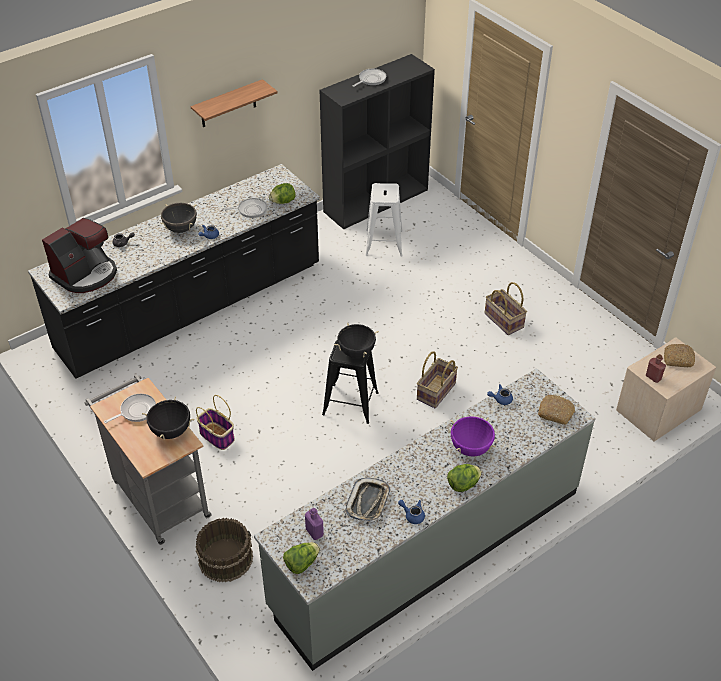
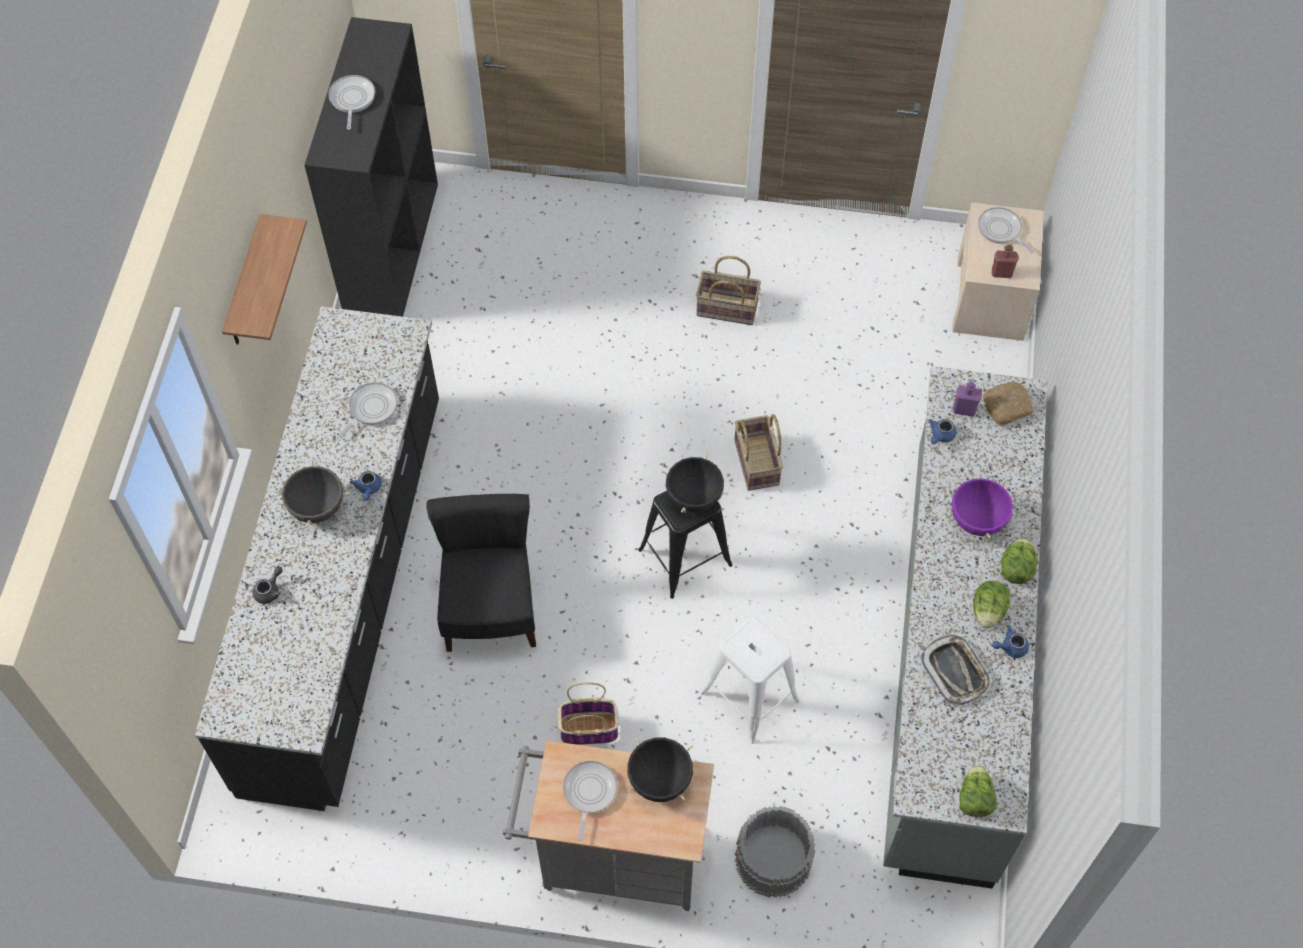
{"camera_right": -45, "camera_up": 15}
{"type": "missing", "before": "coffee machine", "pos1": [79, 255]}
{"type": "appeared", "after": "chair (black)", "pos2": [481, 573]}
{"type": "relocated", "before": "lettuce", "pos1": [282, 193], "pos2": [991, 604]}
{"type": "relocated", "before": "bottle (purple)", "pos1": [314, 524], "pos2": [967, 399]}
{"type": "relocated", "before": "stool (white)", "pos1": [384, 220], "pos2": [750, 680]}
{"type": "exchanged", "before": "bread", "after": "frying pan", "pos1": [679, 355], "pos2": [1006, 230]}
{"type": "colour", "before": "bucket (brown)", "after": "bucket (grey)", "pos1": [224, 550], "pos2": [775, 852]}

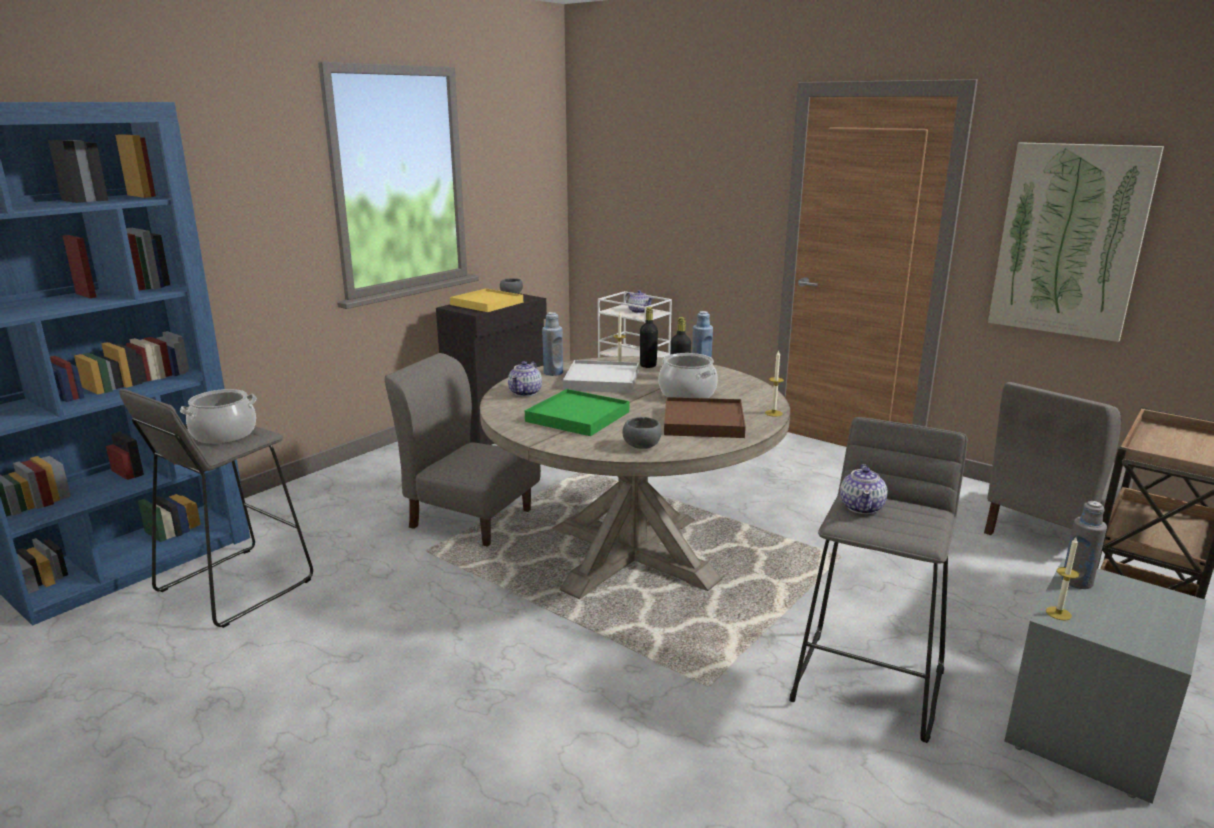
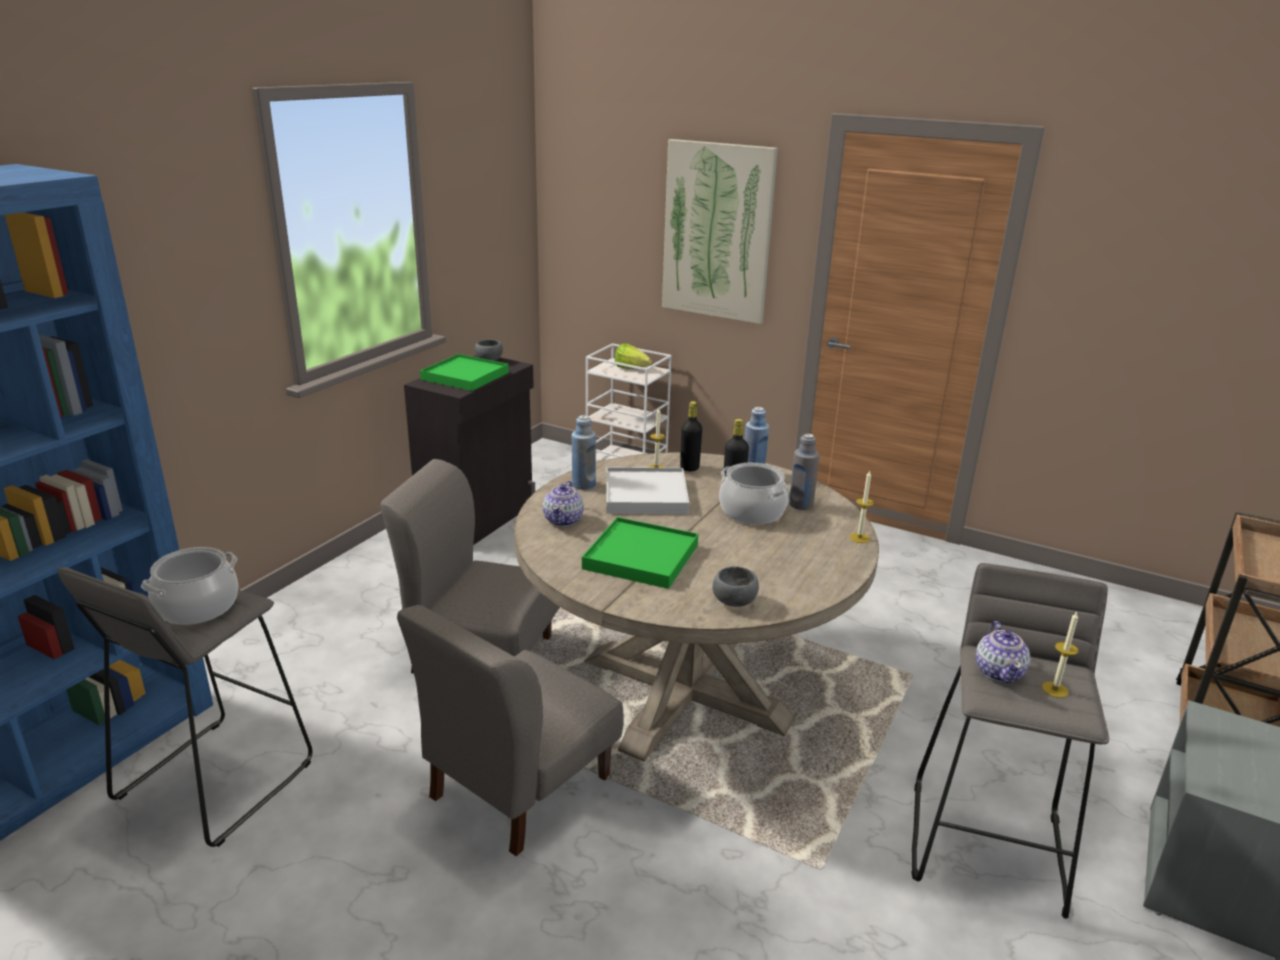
{"camera_right": -10, "camera_up": 5}
{"type": "missing", "before": "tray (brown)", "pos1": [705, 417]}
{"type": "relocated", "before": "chair (grey)", "pos1": [1059, 458], "pos2": [510, 730]}
{"type": "relocated", "before": "picture", "pos1": [1076, 242], "pos2": [720, 231]}
{"type": "relocated", "before": "candle", "pos1": [1062, 578], "pos2": [1060, 655]}
{"type": "relocated", "before": "bottle (grey)", "pos1": [1084, 545], "pos2": [804, 472]}
{"type": "exchanged", "before": "teapot", "after": "lettuce", "pos1": [639, 301], "pos2": [633, 356]}
{"type": "colour", "before": "tray (yellow)", "after": "tray (green)", "pos1": [486, 300], "pos2": [464, 372]}

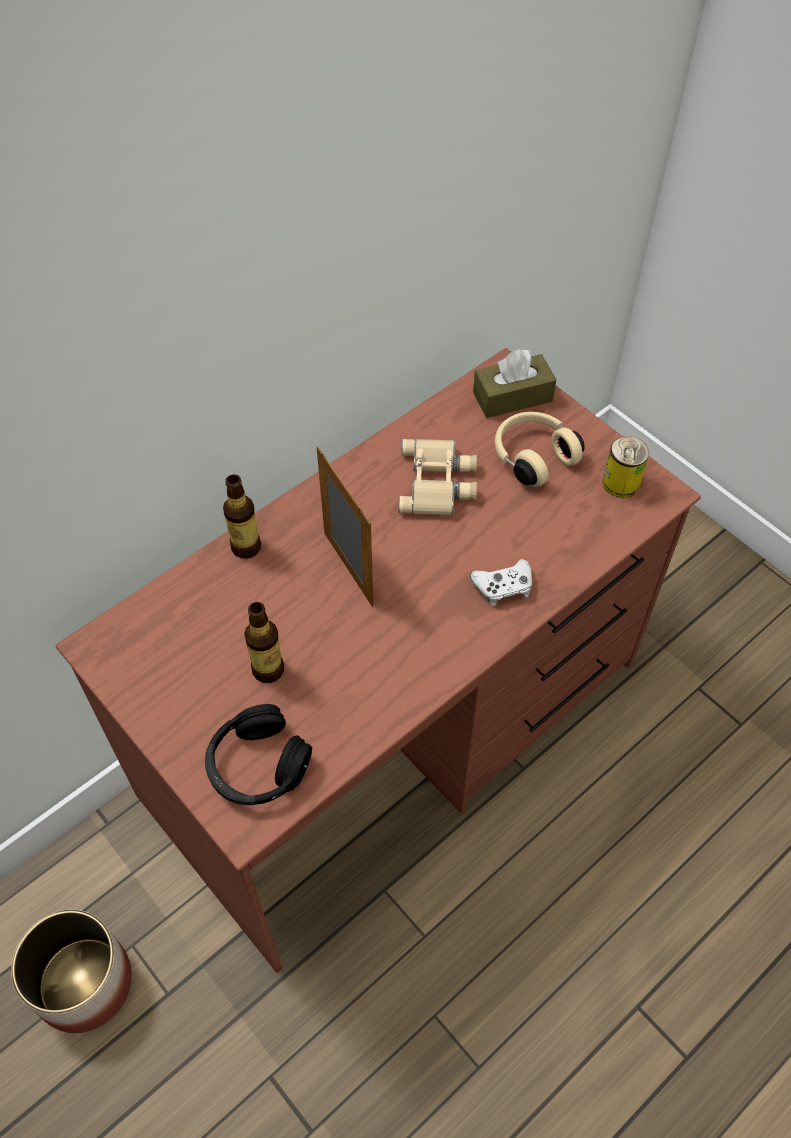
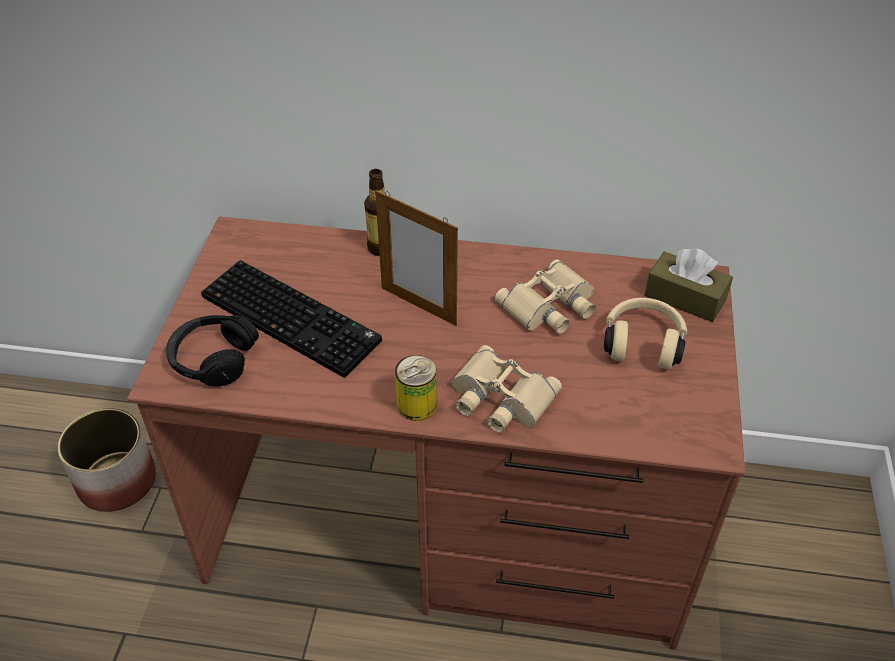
{"camera_right": 50, "camera_up": -10}
{"type": "relocated", "before": "can", "pos1": [625, 467], "pos2": [416, 388]}
{"type": "exchanged", "before": "bottle", "after": "keyboard", "pos1": [264, 642], "pos2": [291, 319]}
{"type": "exchanged", "before": "game controller (white)", "after": "binoculars (beige)", "pos1": [501, 582], "pos2": [506, 389]}
{"type": "spun", "before": "picture frame", "pos1": [345, 526], "pos2": [416, 258], "turn": 105}

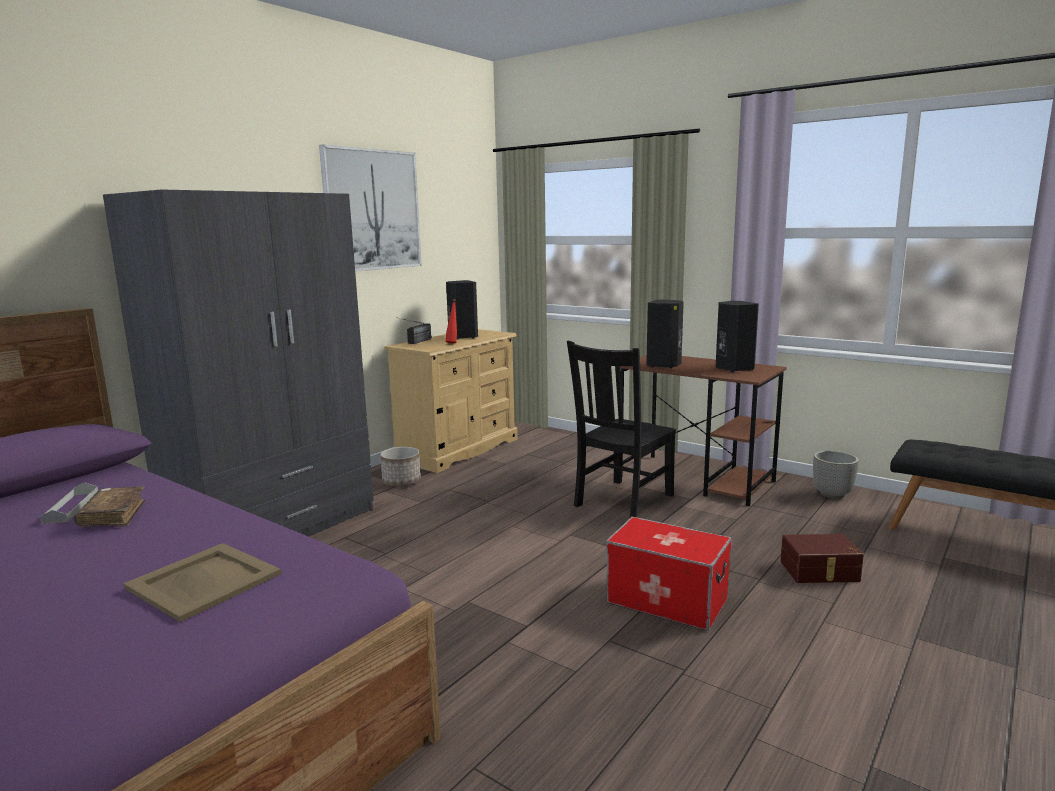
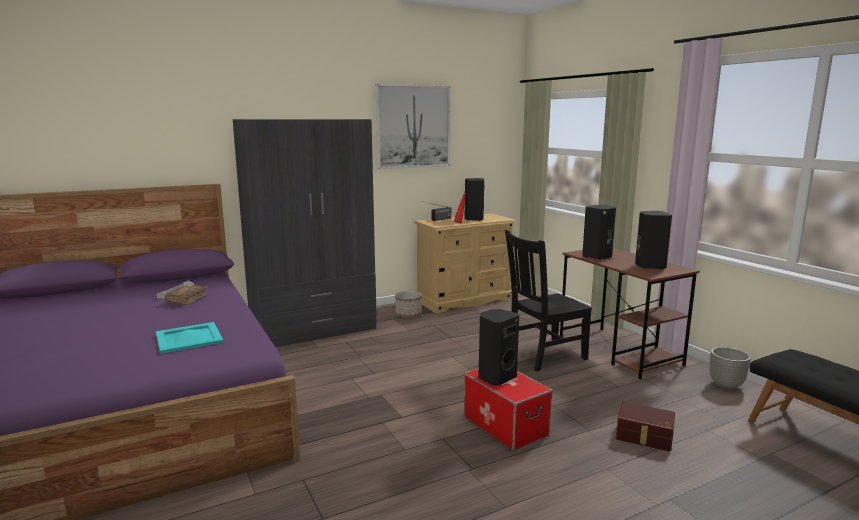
{"camera_right": 25, "camera_up": 0}
{"type": "appeared", "after": "speaker (black)", "pos2": [498, 347]}
{"type": "colour", "before": "tray (beige)", "after": "tray (turquoise)", "pos1": [202, 582], "pos2": [189, 338]}

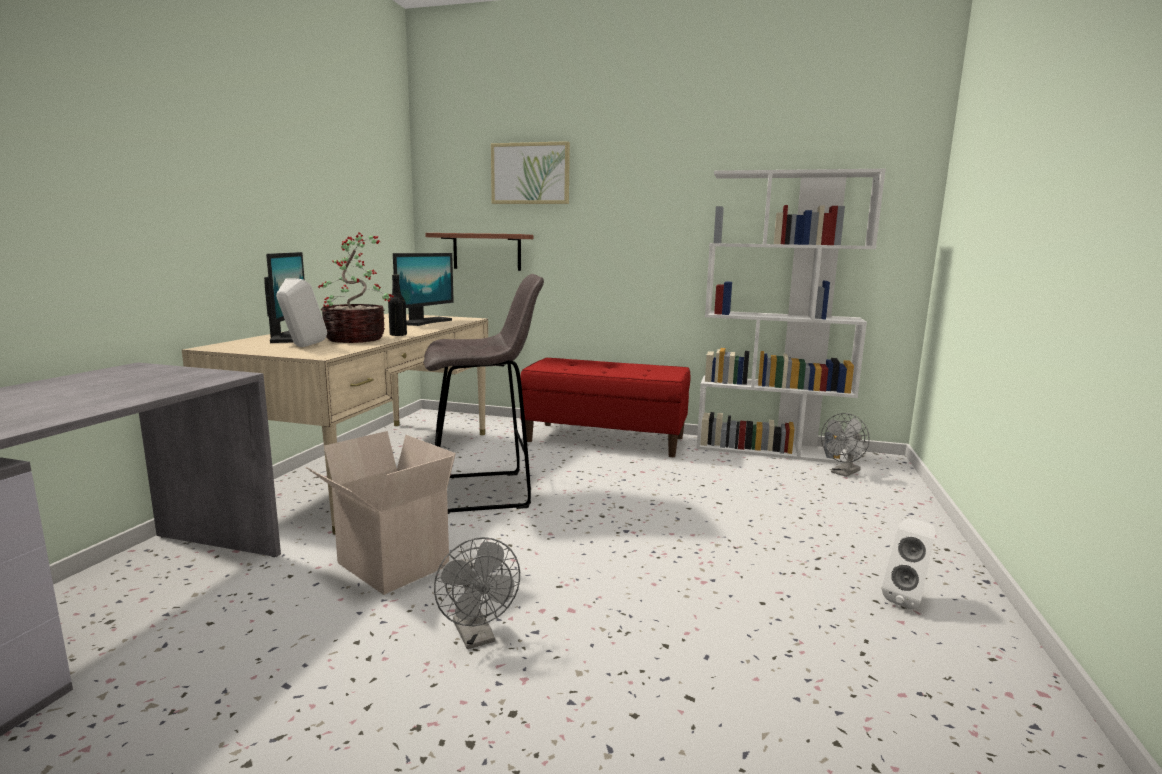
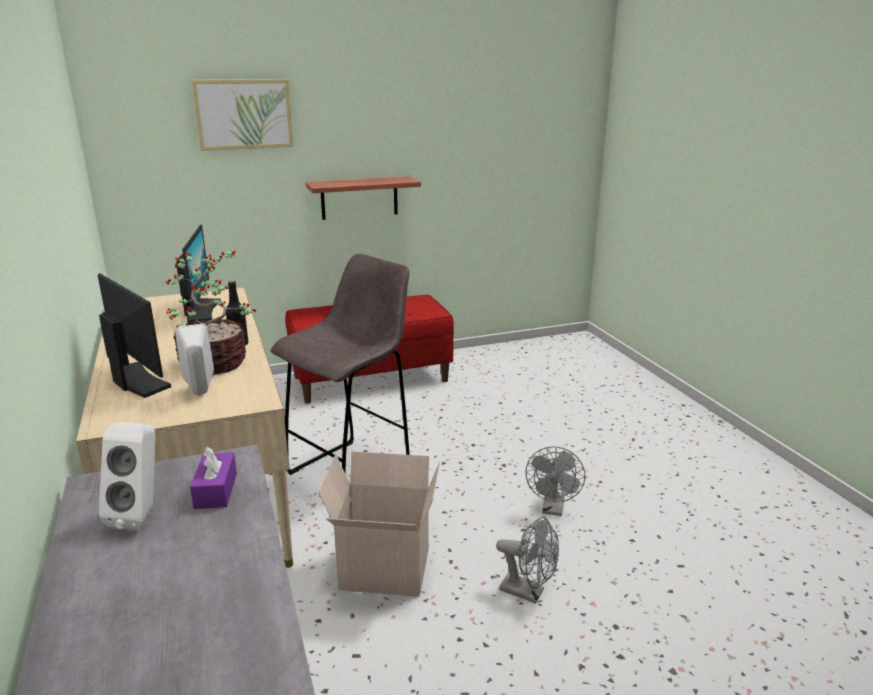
{"camera_right": -35, "camera_up": 10}
{"type": "missing", "before": "bookcase (white)", "pos1": [791, 316]}
{"type": "appeared", "after": "tissue box (purple)", "pos2": [213, 478]}
{"type": "relocated", "before": "shelf", "pos1": [479, 252], "pos2": [363, 198]}
{"type": "relocated", "before": "fan (grey)", "pos1": [845, 445], "pos2": [555, 481]}
{"type": "relocated", "before": "speaker (white)", "pos1": [908, 564], "pos2": [127, 476]}

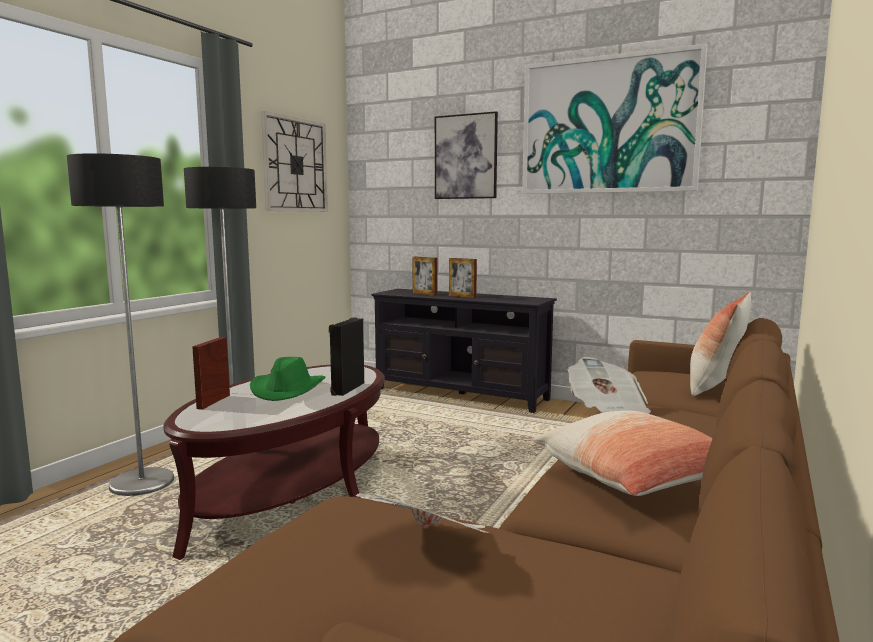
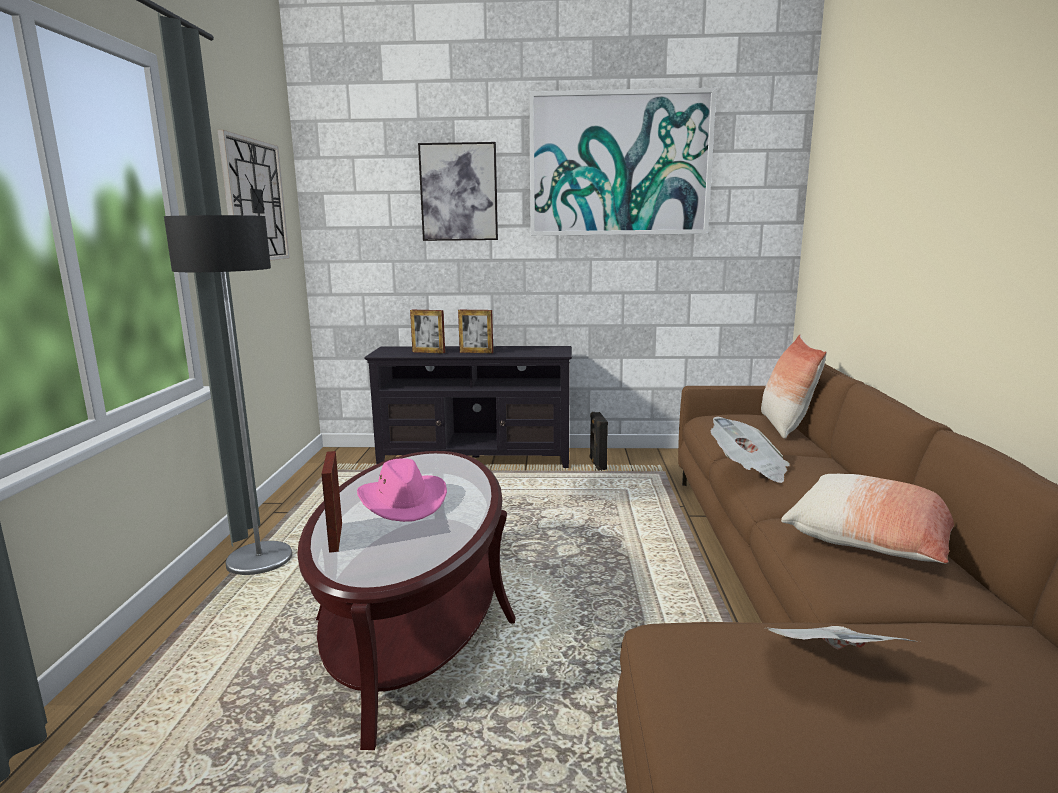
{"camera_right": -25, "camera_up": 5}
{"type": "missing", "before": "floor lamp", "pos1": [120, 324]}
{"type": "relocated", "before": "speaker (black)", "pos1": [346, 356], "pos2": [599, 441]}
{"type": "colour", "before": "hat (green)", "after": "hat (pink)", "pos1": [288, 379], "pos2": [402, 490]}

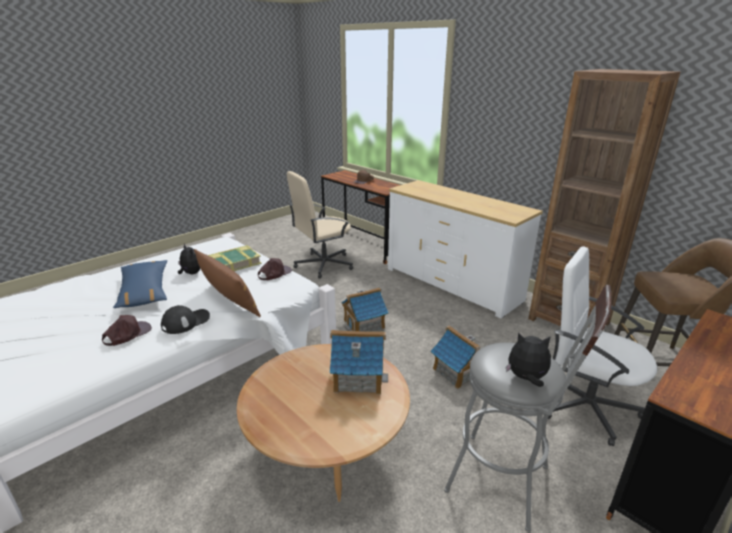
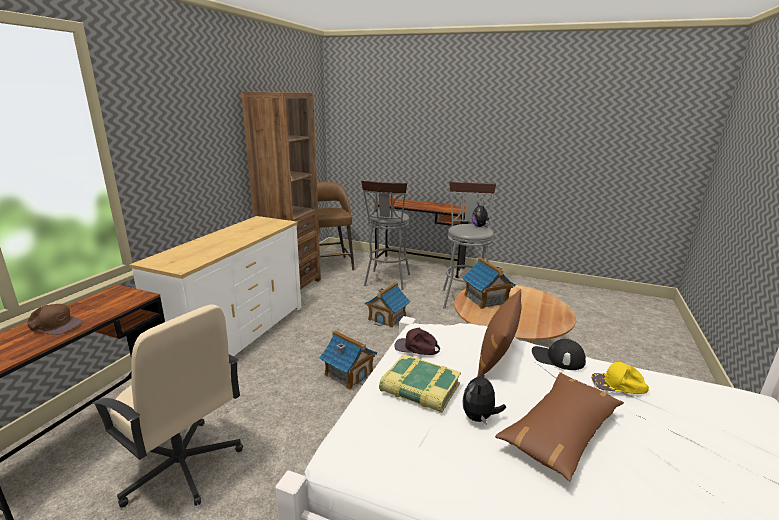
{"camera_right": -115, "camera_up": -5}
{"type": "exchanged", "before": "office chair (white)", "after": "stool (grey)", "pos1": [602, 346], "pos2": [385, 235]}
{"type": "colour", "before": "cap (brown)", "after": "cap (yellow)", "pos1": [127, 330], "pos2": [620, 378]}
{"type": "colour", "before": "pillow (blue)", "after": "pillow (brown)", "pos1": [140, 284], "pos2": [559, 426]}

